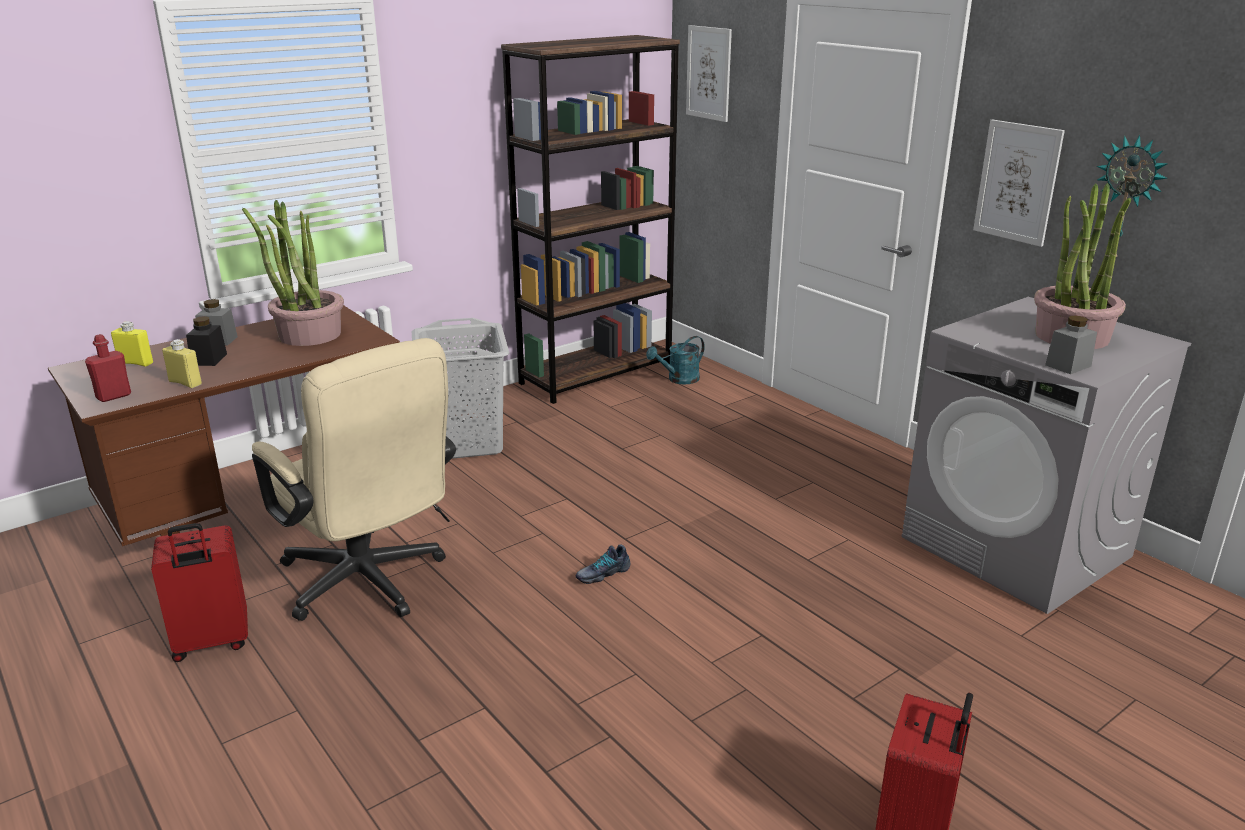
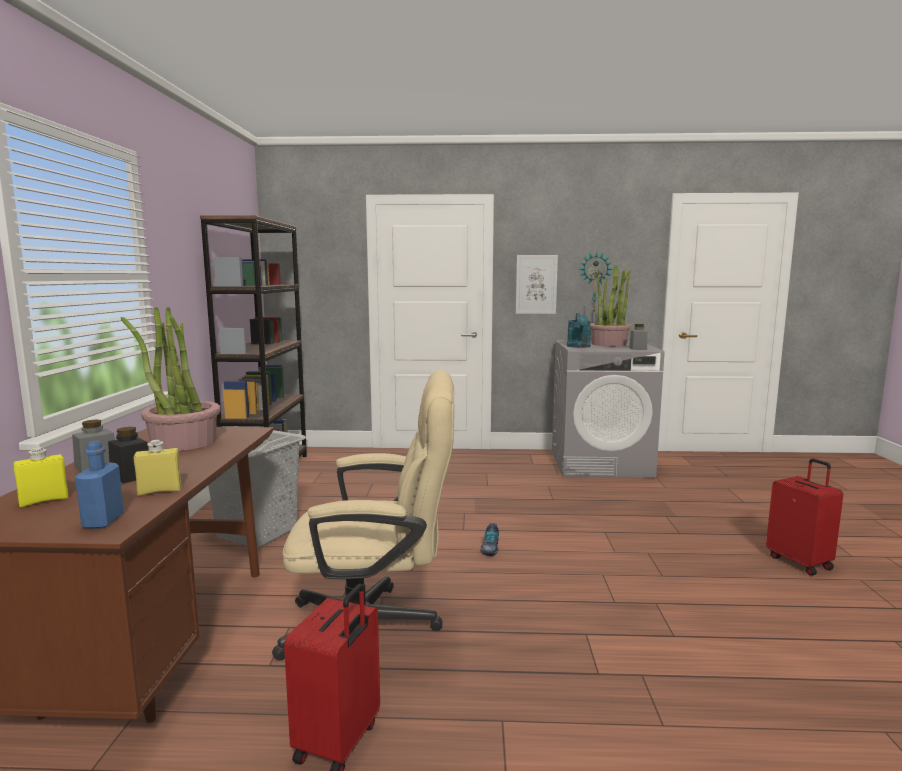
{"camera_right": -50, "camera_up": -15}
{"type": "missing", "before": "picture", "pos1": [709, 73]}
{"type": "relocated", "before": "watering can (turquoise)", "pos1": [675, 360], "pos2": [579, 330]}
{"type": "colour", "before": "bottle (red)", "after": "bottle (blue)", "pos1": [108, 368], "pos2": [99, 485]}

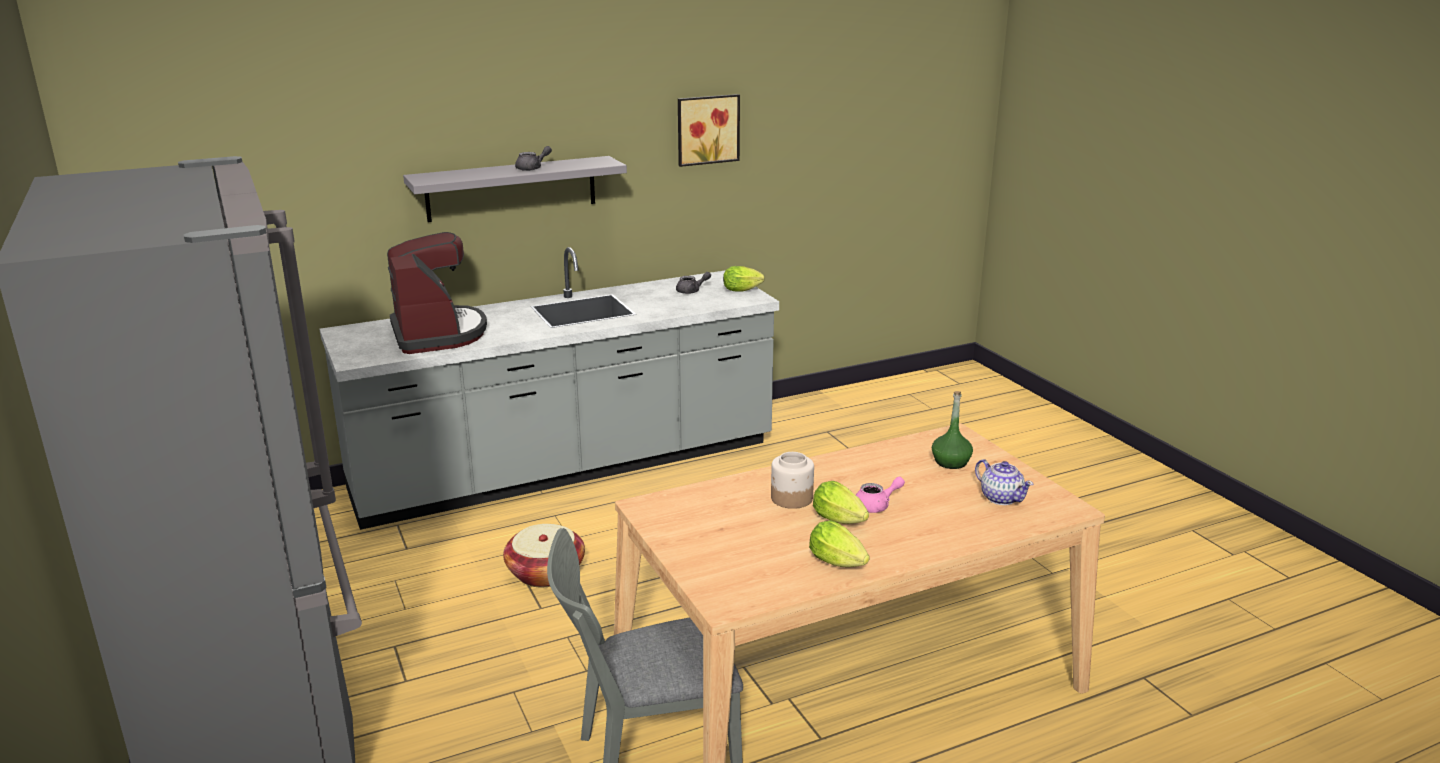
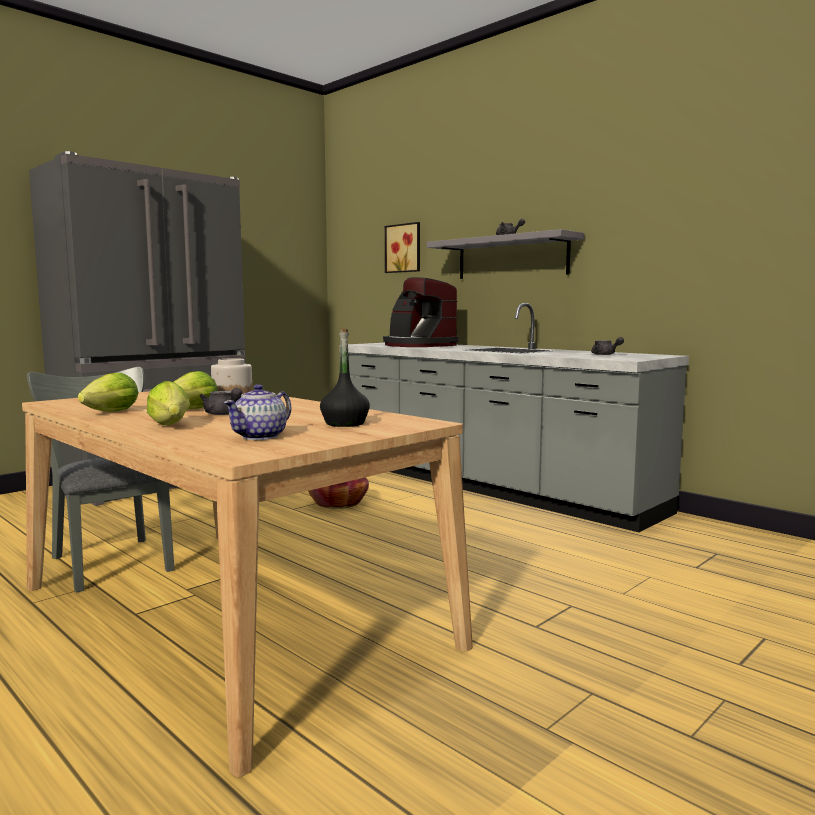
{"camera_right": 70, "camera_up": -15}
{"type": "relocated", "before": "picture", "pos1": [709, 130], "pos2": [402, 247]}
{"type": "relocated", "before": "lettuce", "pos1": [744, 278], "pos2": [168, 403]}
{"type": "colour", "before": "teapot (pink)", "after": "teapot (grey)", "pos1": [880, 495], "pos2": [221, 401]}
{"type": "colour", "before": "bottle (green)", "after": "bottle (black)", "pos1": [952, 430], "pos2": [345, 377]}
{"type": "spun", "before": "coffee machine", "pos1": [437, 293], "pos2": [421, 312], "turn": 90}

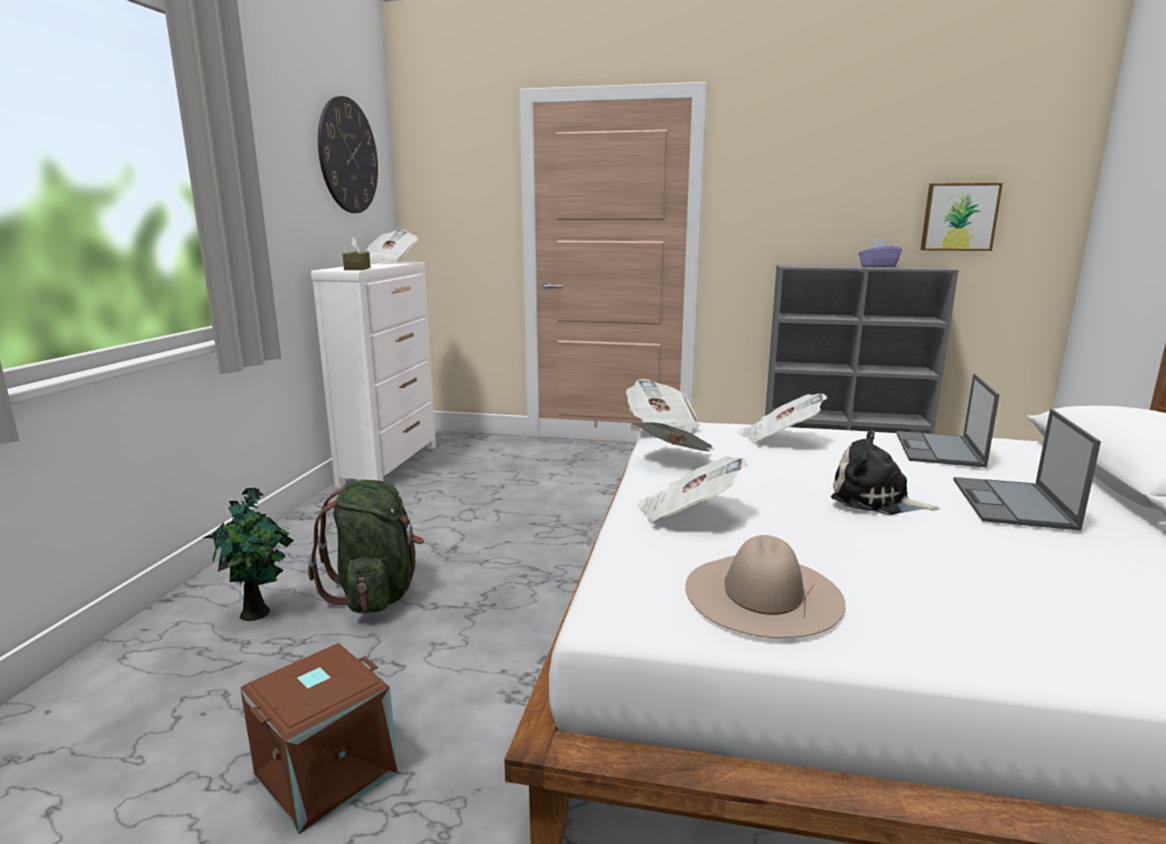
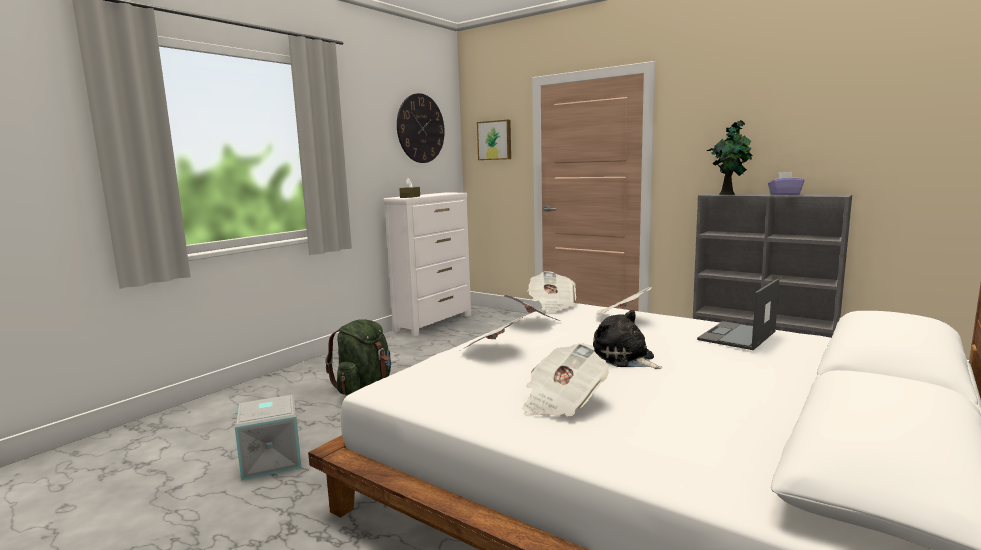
{"camera_right": 25, "camera_up": -5}
{"type": "missing", "before": "hat (beige)", "pos1": [765, 586]}
{"type": "missing", "before": "laptop", "pos1": [1027, 470]}
{"type": "relocated", "before": "potted plant", "pos1": [248, 554], "pos2": [729, 157]}
{"type": "relocated", "before": "newspaper", "pos1": [392, 247], "pos2": [566, 380]}
{"type": "relocated", "before": "picture", "pos1": [962, 217], "pos2": [494, 140]}
{"type": "colour", "before": "storage box (brown)", "after": "storage box (grey)", "pos1": [319, 738], "pos2": [266, 437]}

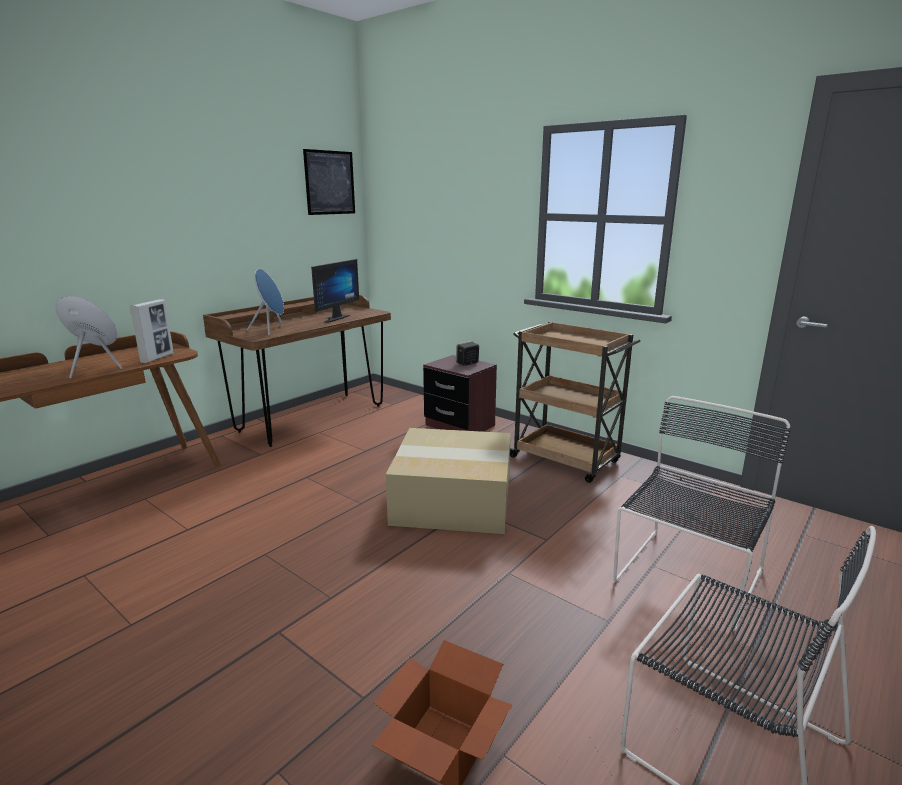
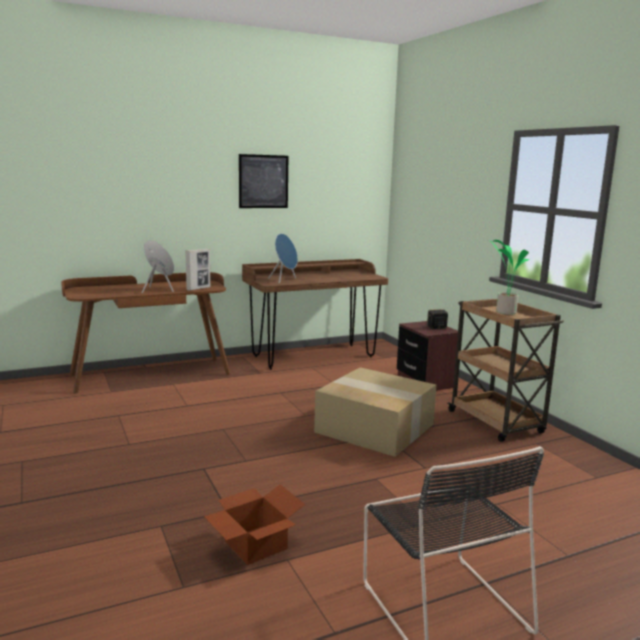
{"camera_right": 25, "camera_up": -5}
{"type": "missing", "before": "monitor", "pos1": [335, 291]}
{"type": "missing", "before": "chair (black)", "pos1": [702, 513]}
{"type": "appeared", "after": "potted plant", "pos2": [509, 277]}
{"type": "relocated", "before": "picture", "pos1": [329, 182], "pos2": [263, 181]}

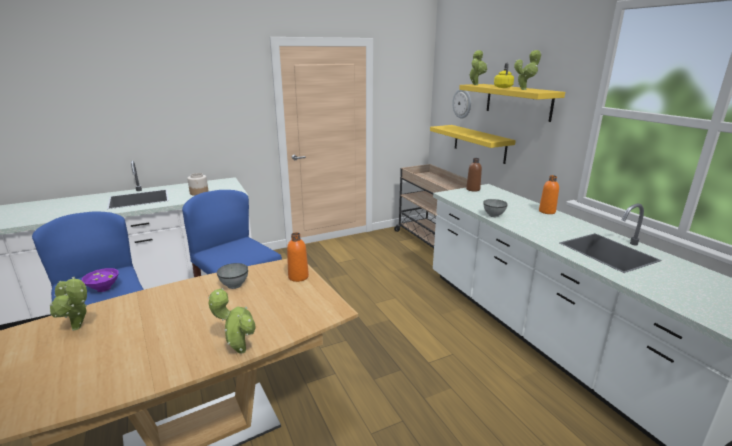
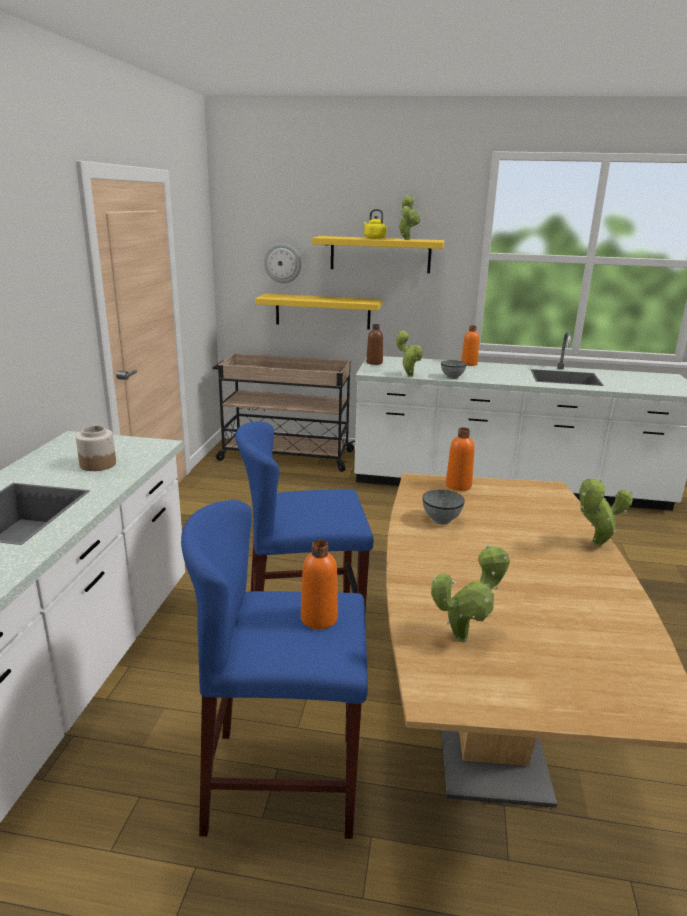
{"camera_right": -55, "camera_up": 0}
{"type": "relocated", "before": "potted plant", "pos1": [478, 67], "pos2": [409, 354]}
{"type": "exchanged", "before": "bowl (purple)", "after": "bottle (orange)", "pos1": [100, 280], "pos2": [319, 584]}

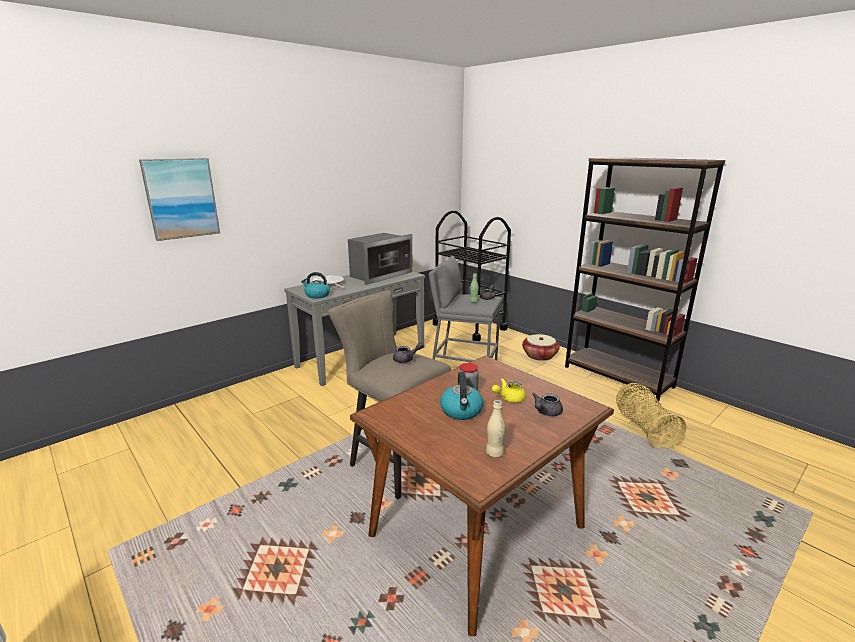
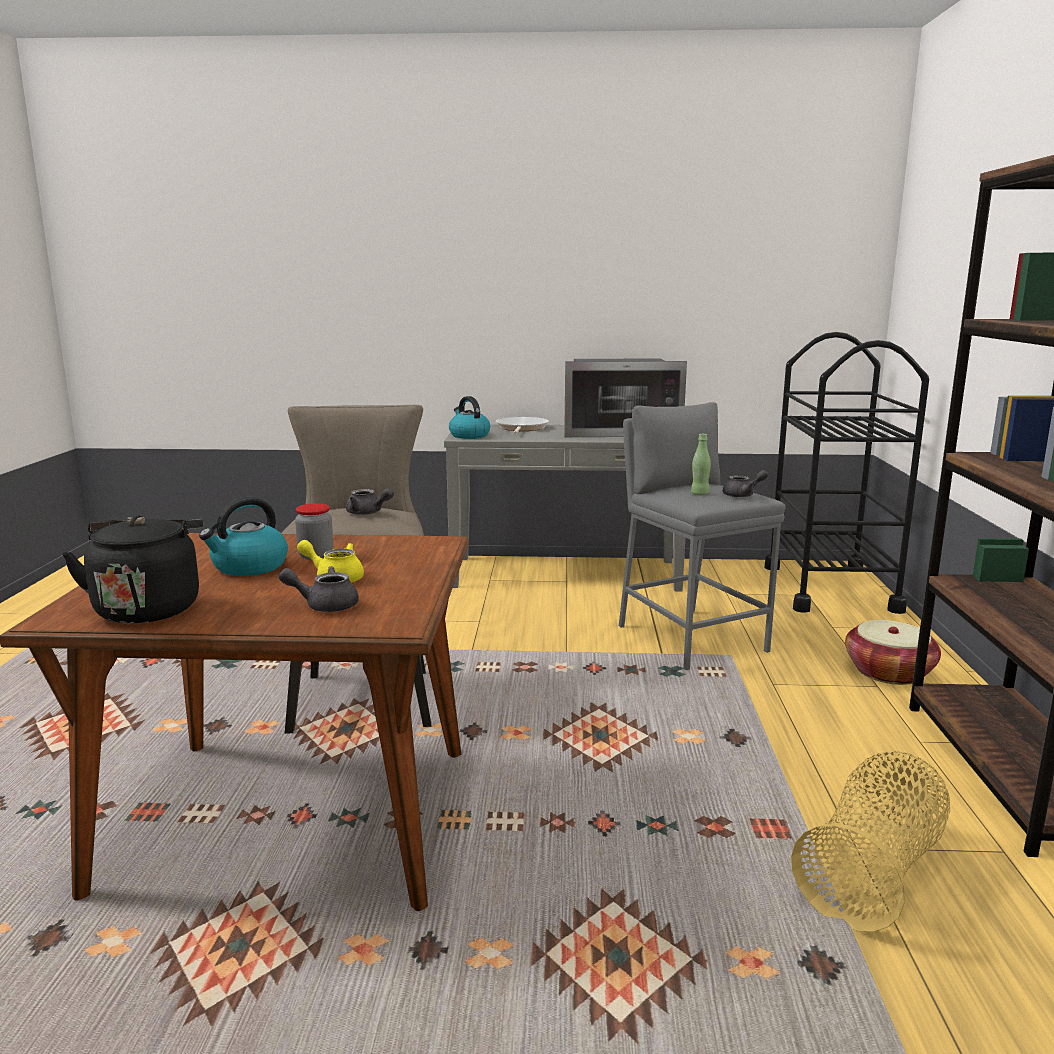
{"camera_right": 45, "camera_up": -5}
{"type": "missing", "before": "picture", "pos1": [179, 199]}
{"type": "exchanged", "before": "bottle (beige)", "after": "kettle (black)", "pos1": [495, 429], "pos2": [132, 569]}

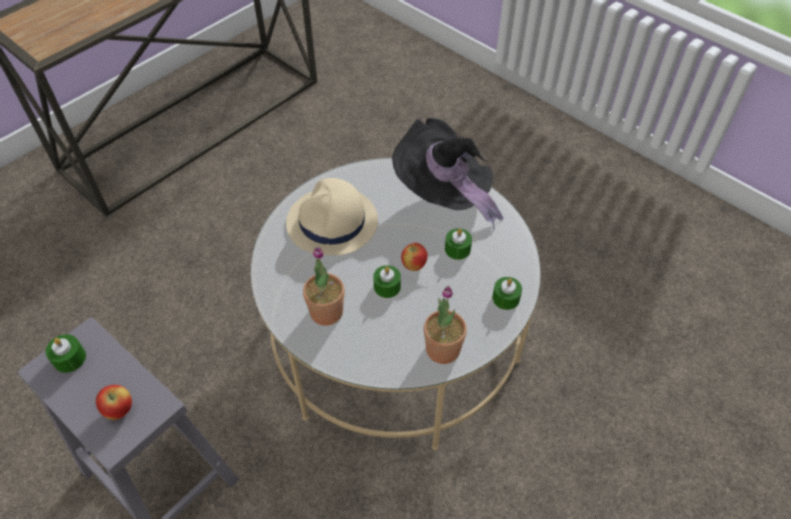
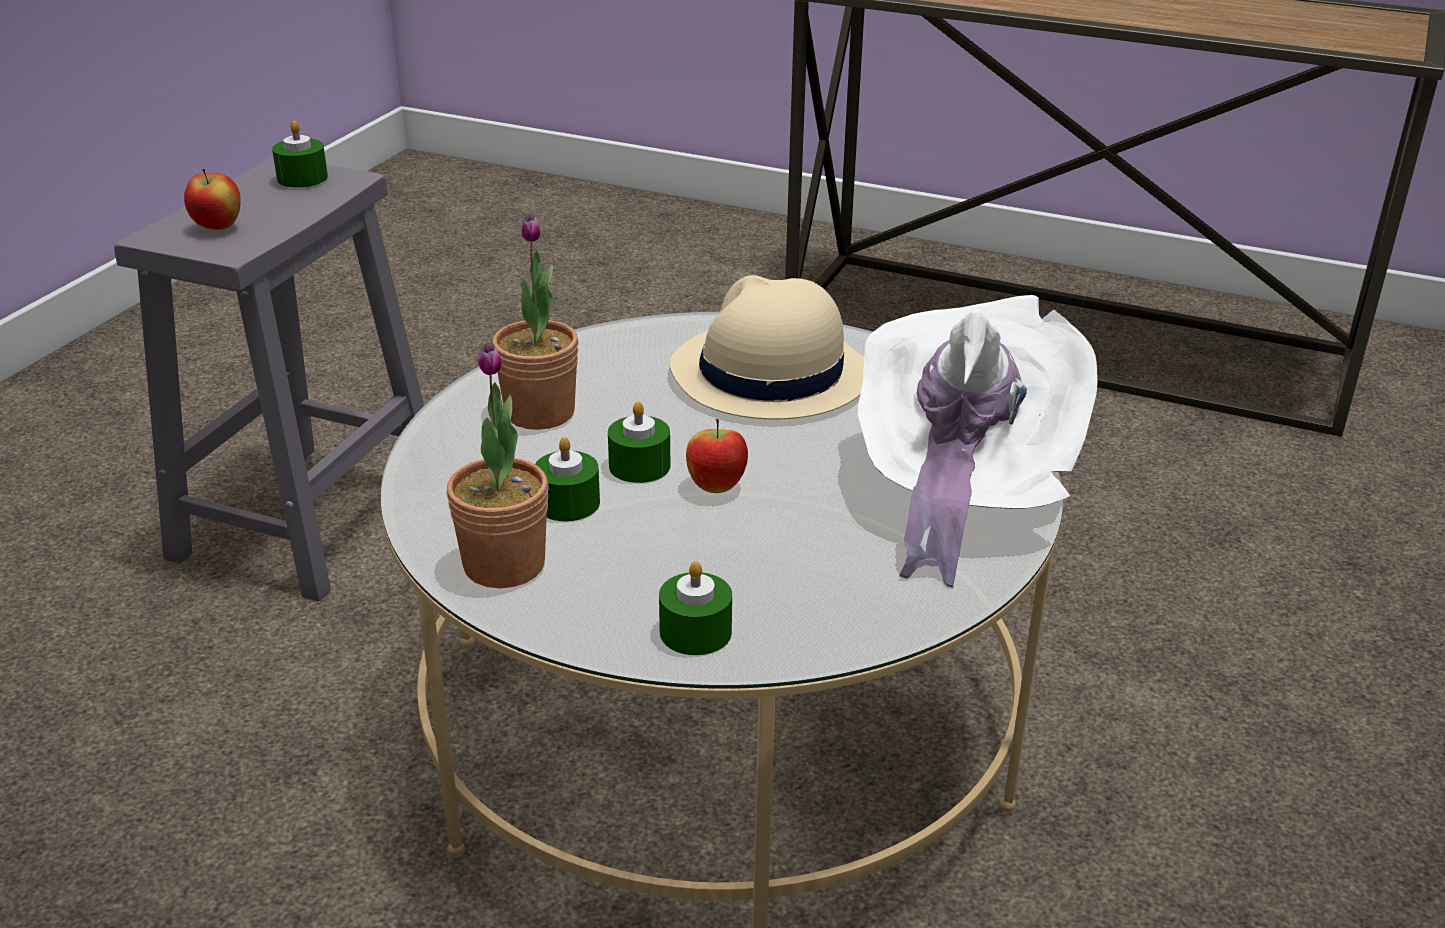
{"camera_right": 70, "camera_up": -20}
{"type": "relocated", "before": "candle (green)", "pos1": [458, 244], "pos2": [567, 479]}
{"type": "colour", "before": "hat (black)", "after": "hat (white)", "pos1": [448, 174], "pos2": [978, 441]}

